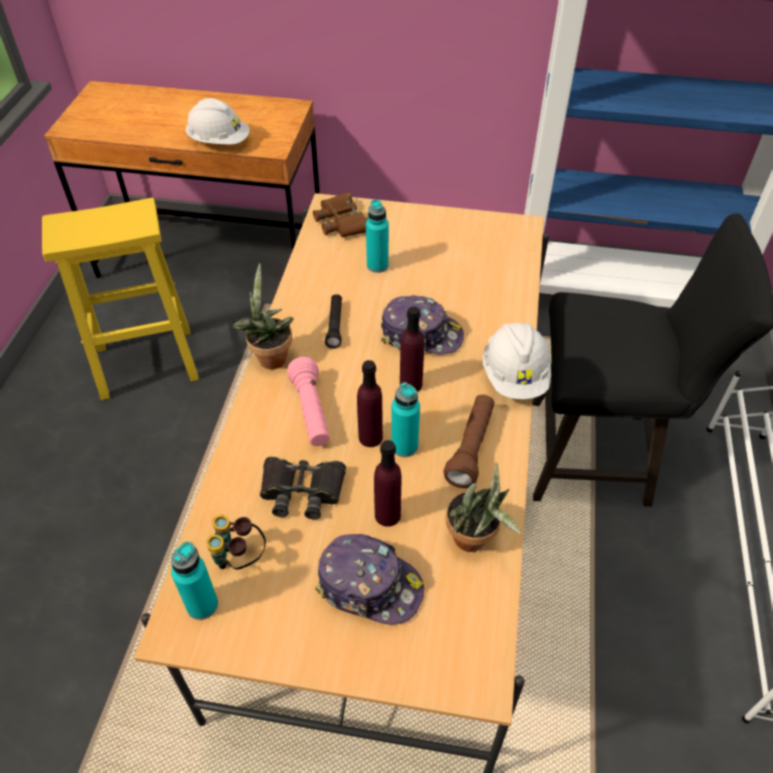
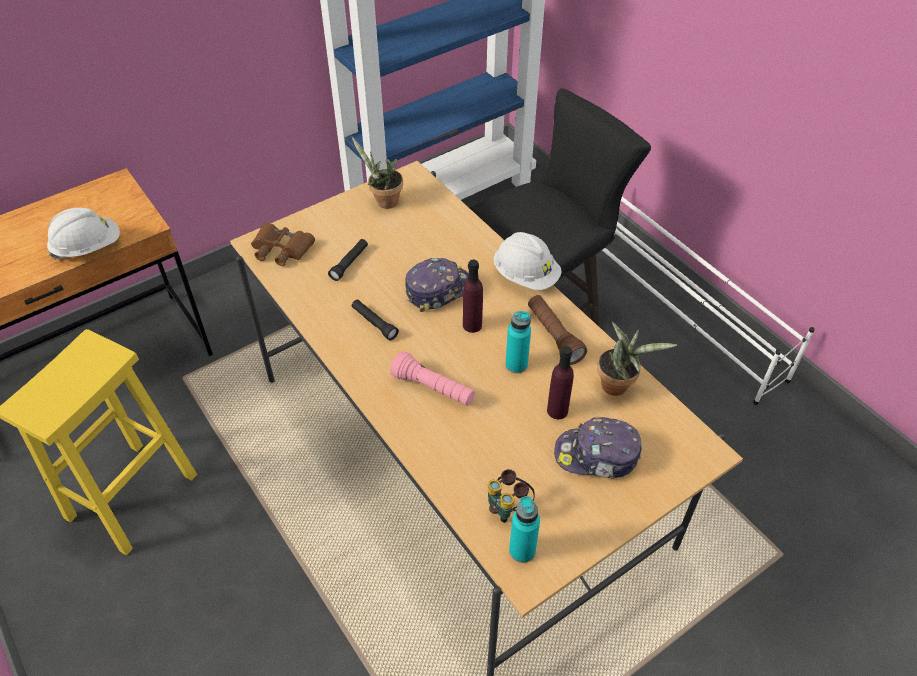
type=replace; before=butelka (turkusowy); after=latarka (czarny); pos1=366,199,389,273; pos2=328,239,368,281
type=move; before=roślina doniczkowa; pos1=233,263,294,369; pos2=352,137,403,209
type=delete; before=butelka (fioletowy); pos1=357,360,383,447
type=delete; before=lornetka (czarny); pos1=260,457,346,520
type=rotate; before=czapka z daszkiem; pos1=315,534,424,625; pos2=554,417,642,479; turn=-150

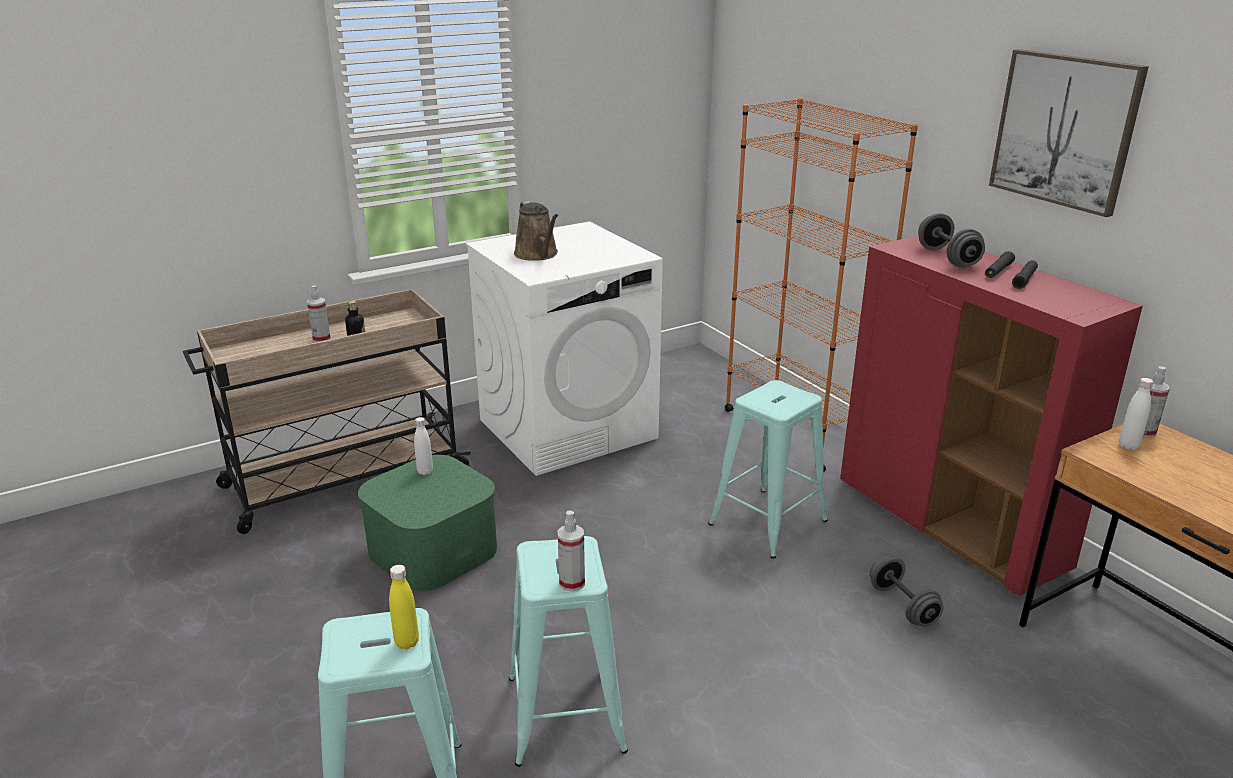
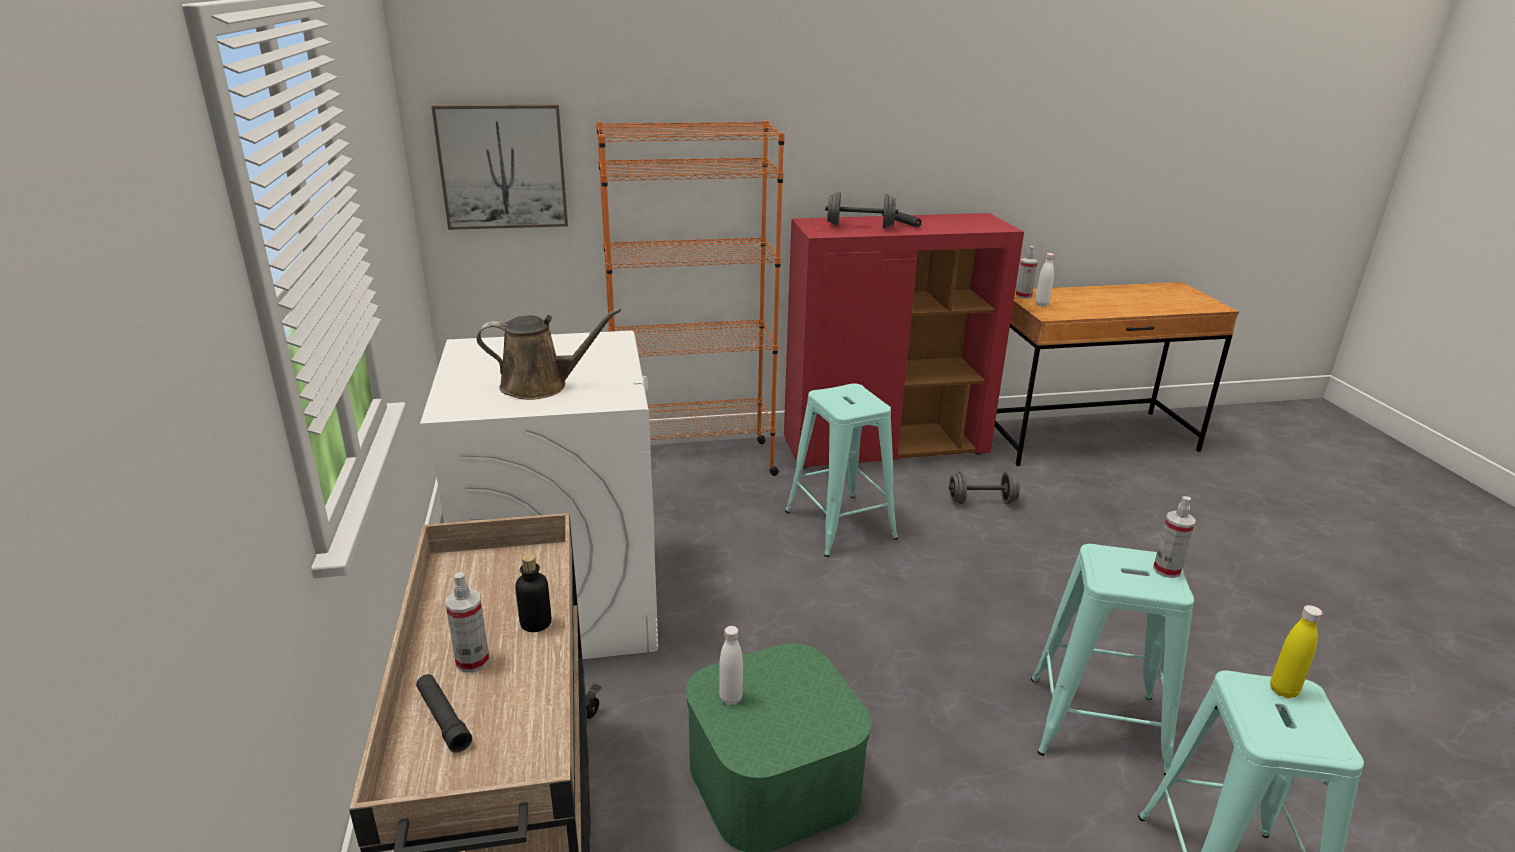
type=move; before=obraz; pos1=989,49,1149,217; pos2=431,104,568,230
type=move; before=latarka (czarny); pos1=1012,260,1038,289; pos2=416,674,472,753

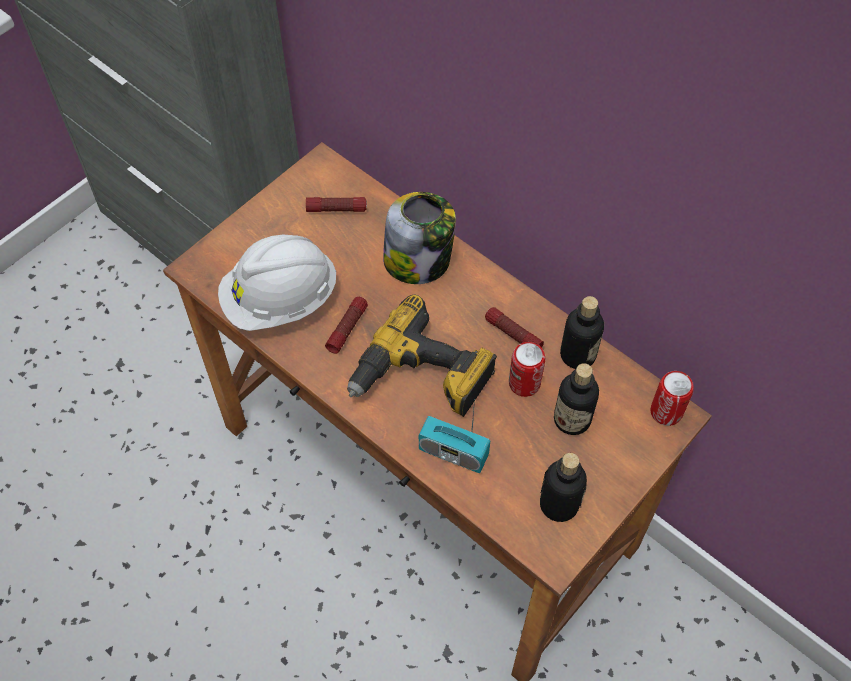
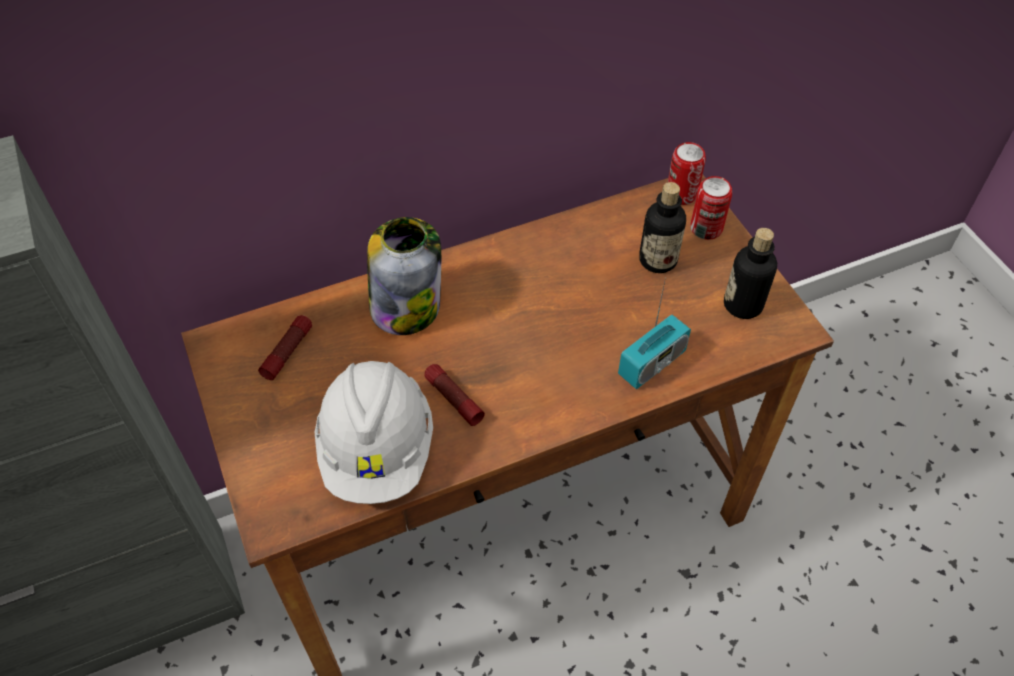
type=delete; before=wiertarka; pos1=347,294,497,417
type=delete; before=butelka; pos1=560,296,604,369
type=delete; before=latarka; pos1=485,307,544,348
type=move; before=puszka; pos1=509,342,545,397; pos2=691,176,732,240

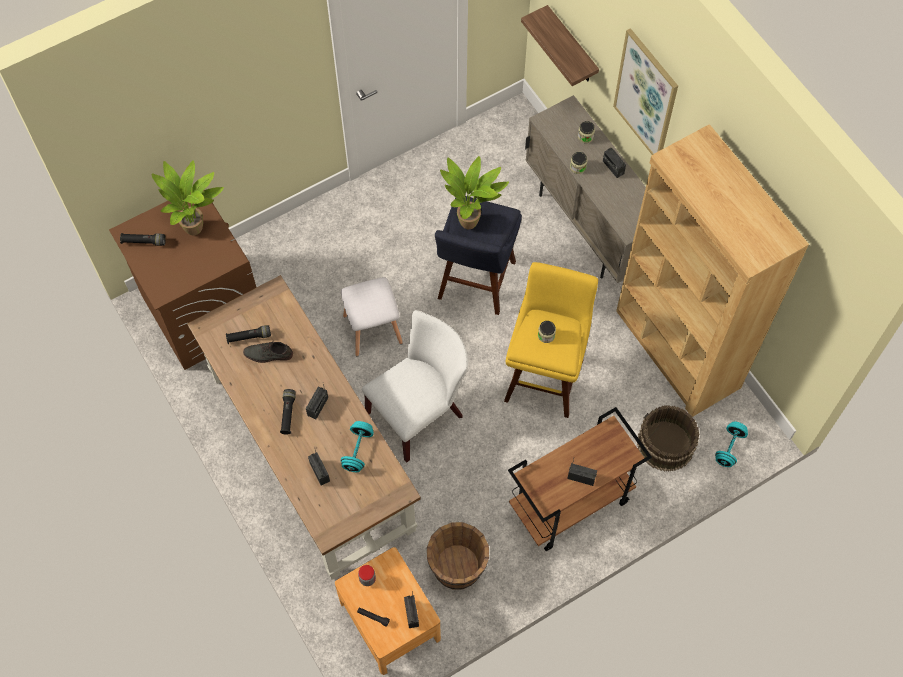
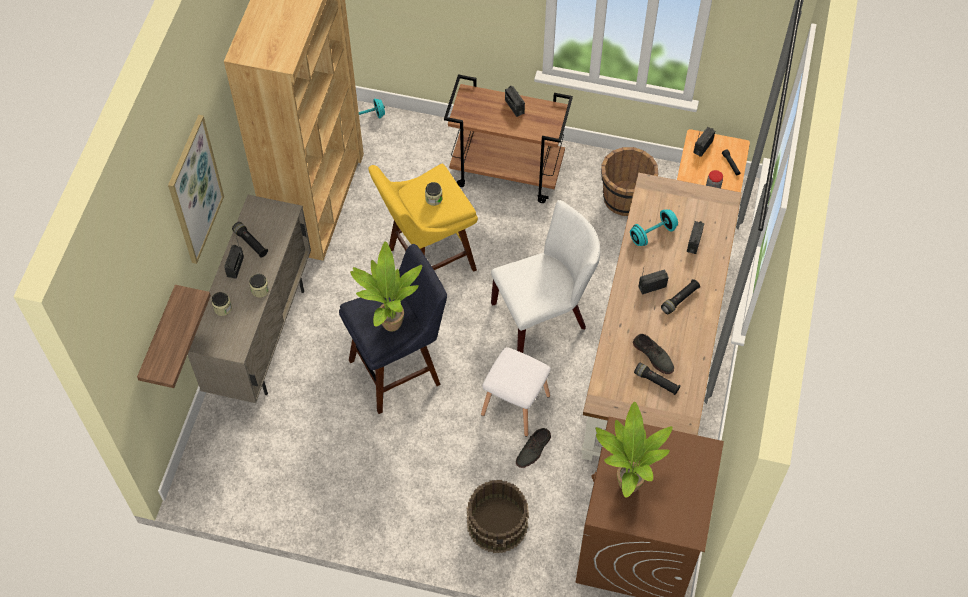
type=move; before=latarka (czarny); pos1=120,233,166,246; pos2=232,222,268,258
type=rotate; before=krzesło (biały); pos1=362,310,468,463; pos2=491,200,600,353; turn=150
type=move; before=wiadro (brązowy); pos1=637,405,699,472; pos2=467,480,529,553
type=insert; after=but (szary); pos2=516,428,551,468

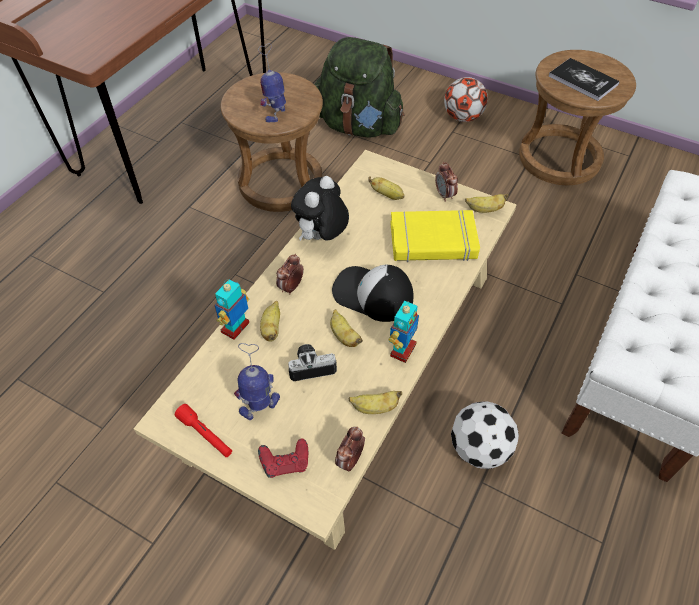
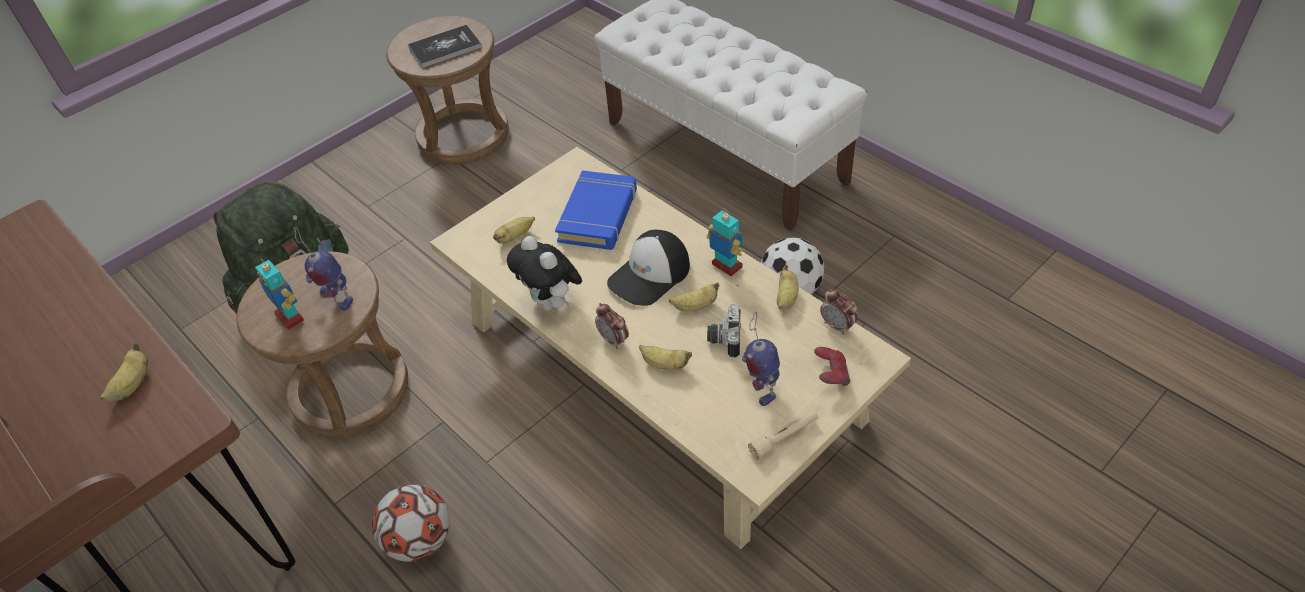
type=move; before=piłka futbolowa; pos1=444,77,488,122; pos2=372,484,450,562
type=delete; before=budzik; pos1=435,162,458,202
type=move; before=banan; pos1=465,194,508,213; pos2=100,343,148,401
type=recolor; before=książka (żółty); after=książka (niebieski); pos1=390,210,480,262; pos2=555,170,637,250
type=move; before=robot zabawkowy; pos1=214,279,249,340; pos2=255,259,304,330
type=recolor; before=latarka (czerwony); after=latarka (beżowy); pos1=175,404,232,457; pos2=748,410,818,460

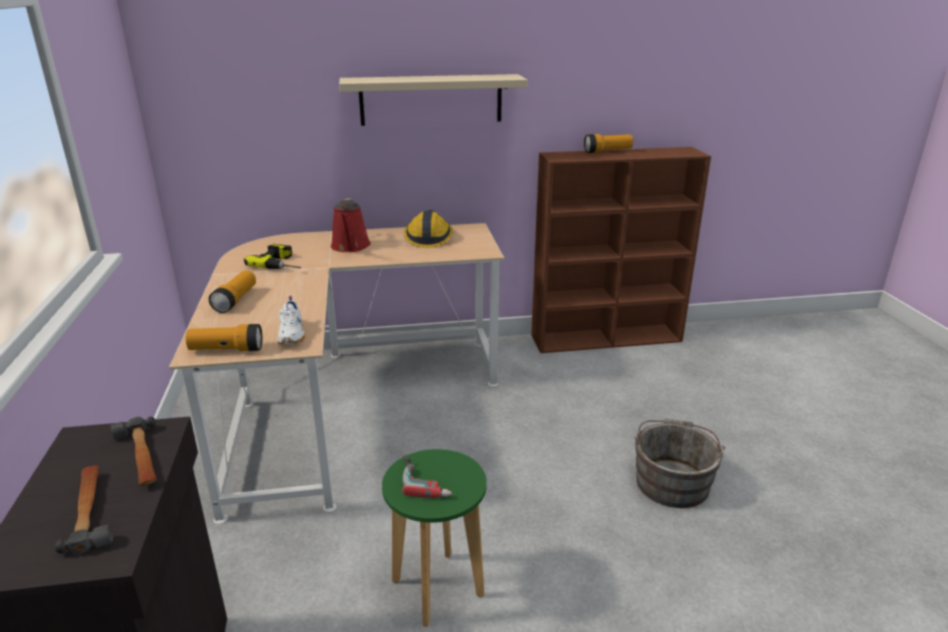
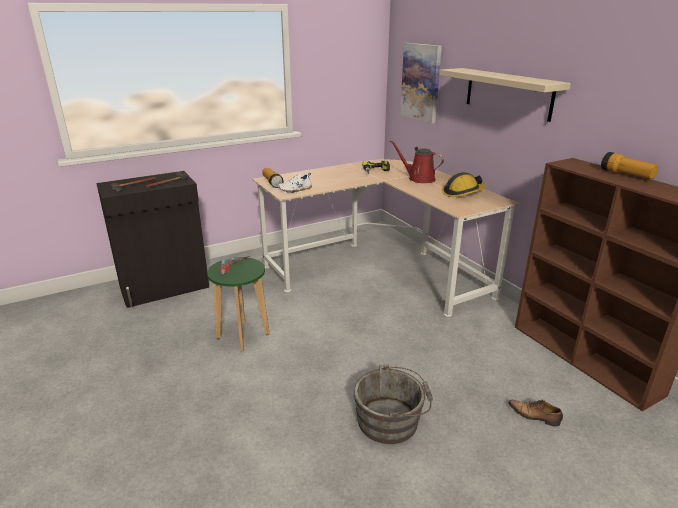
type=rotate; before=konewka (czerwony); pos1=331,198,371,252; pos2=390,140,444,183; turn=60
type=delete; before=latarka; pos1=209,271,256,313
type=insert; after=obraz; pos2=400,43,442,124
type=insert; after=but; pos2=508,400,563,427

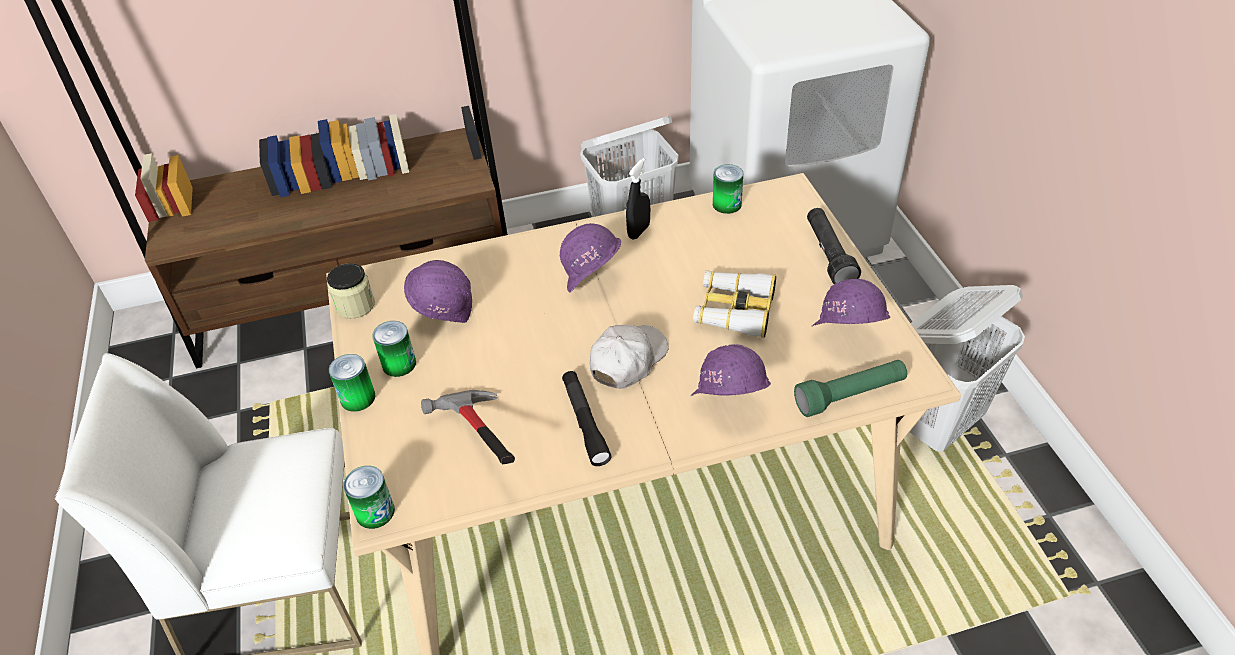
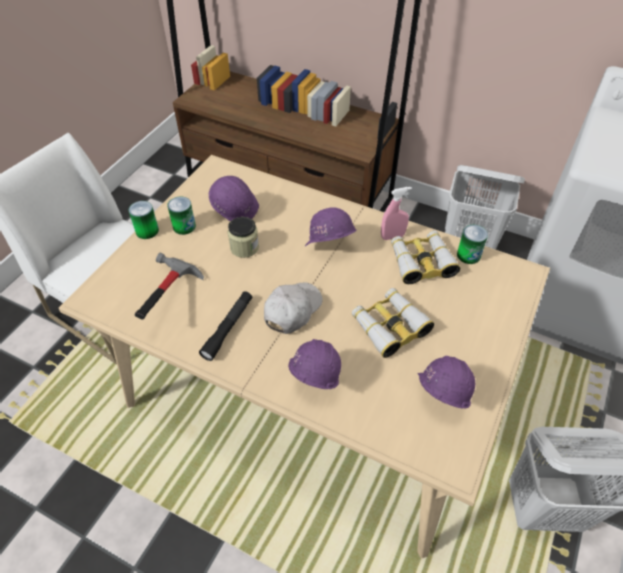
type=recolor; before=spryskiwacz (czarny); after=spryskiwacz (różowy); pos1=626,158,650,240; pos2=381,187,411,240
type=delete; before=latarka (czarny); pos1=807,208,861,284
type=move; before=słoik; pos1=327,263,375,319; pos2=228,217,259,258
type=rotate; before=czapka z daszkiem (biały); pos1=590,325,669,389; pos2=264,282,323,334; turn=-45
type=delete; before=latarka (zielony); pos1=794,360,907,417
type=delete; before=puszka; pos1=343,466,395,529
type=insert; after=lornetka; pos2=391,230,460,284

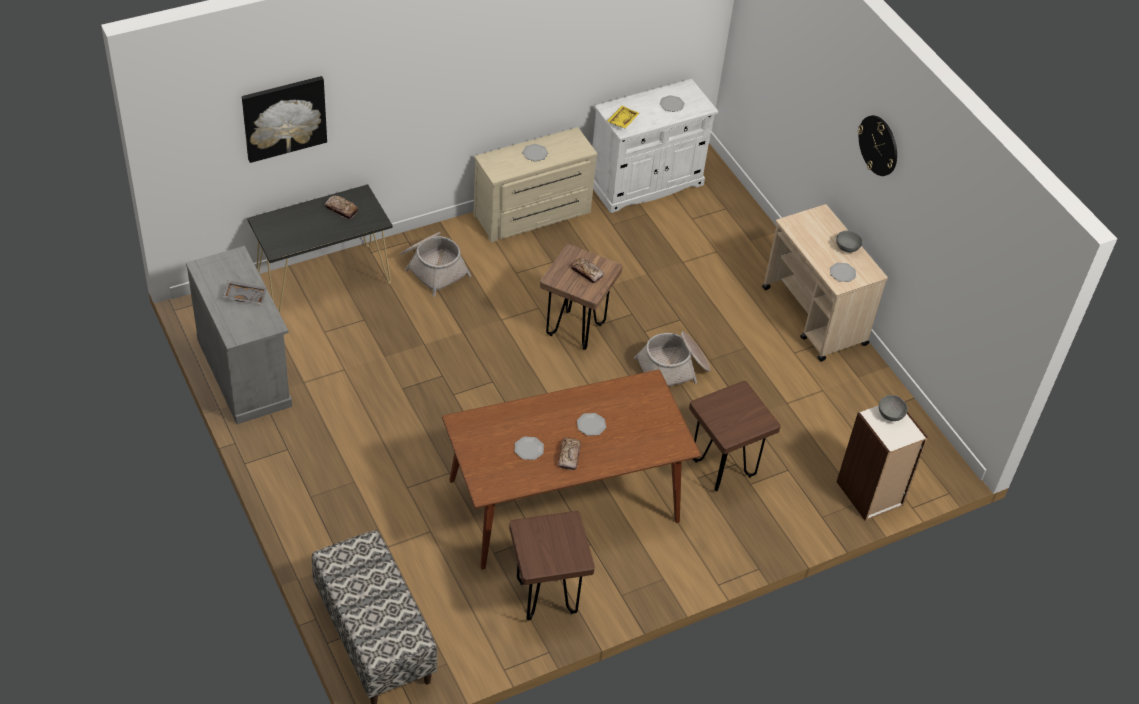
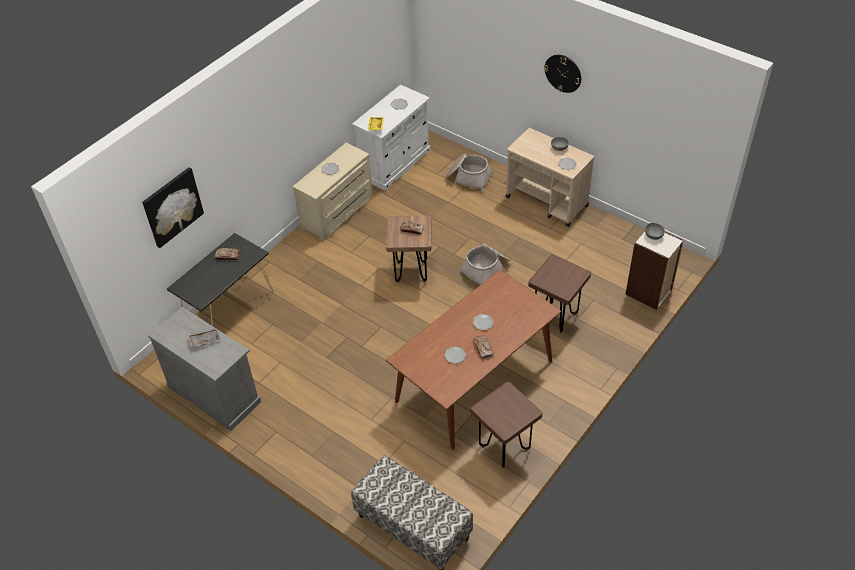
type=move; before=koszyk; pos1=400,232,471,297; pos2=445,154,494,193

